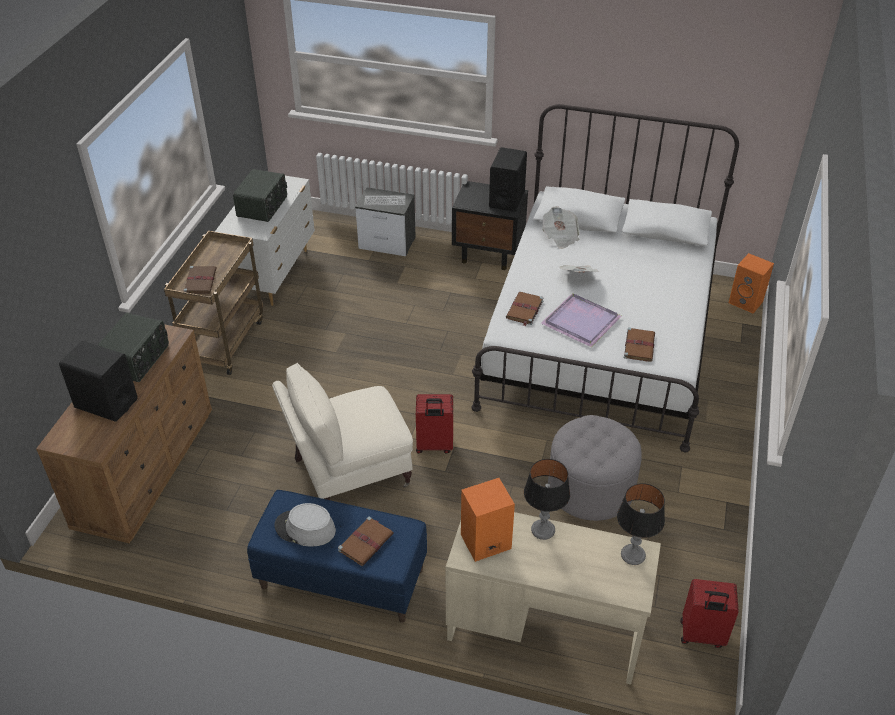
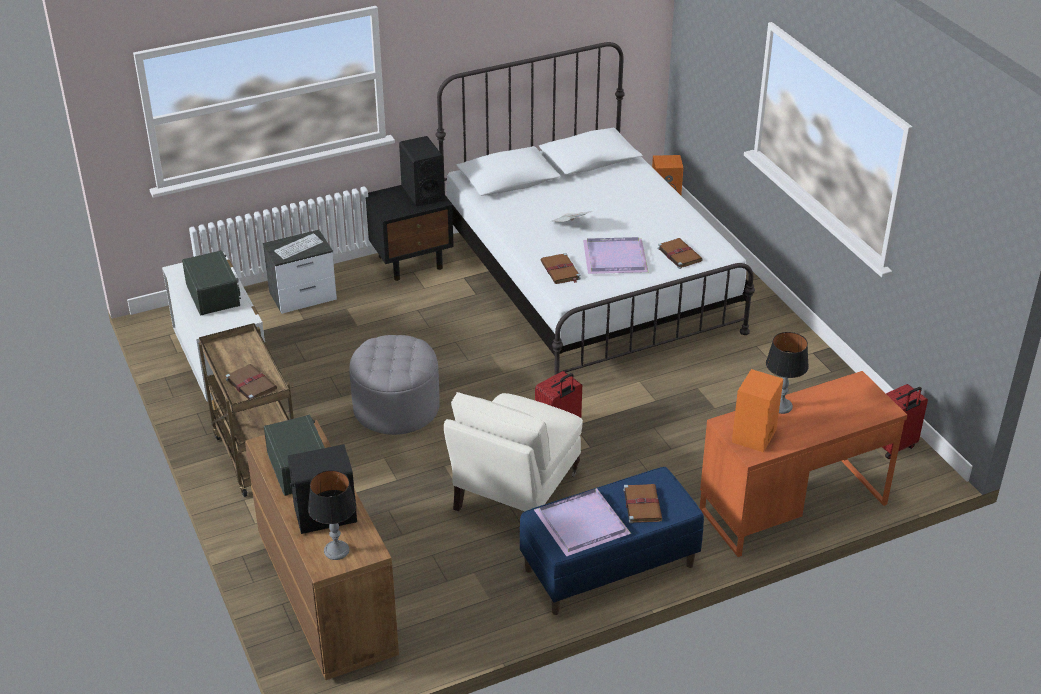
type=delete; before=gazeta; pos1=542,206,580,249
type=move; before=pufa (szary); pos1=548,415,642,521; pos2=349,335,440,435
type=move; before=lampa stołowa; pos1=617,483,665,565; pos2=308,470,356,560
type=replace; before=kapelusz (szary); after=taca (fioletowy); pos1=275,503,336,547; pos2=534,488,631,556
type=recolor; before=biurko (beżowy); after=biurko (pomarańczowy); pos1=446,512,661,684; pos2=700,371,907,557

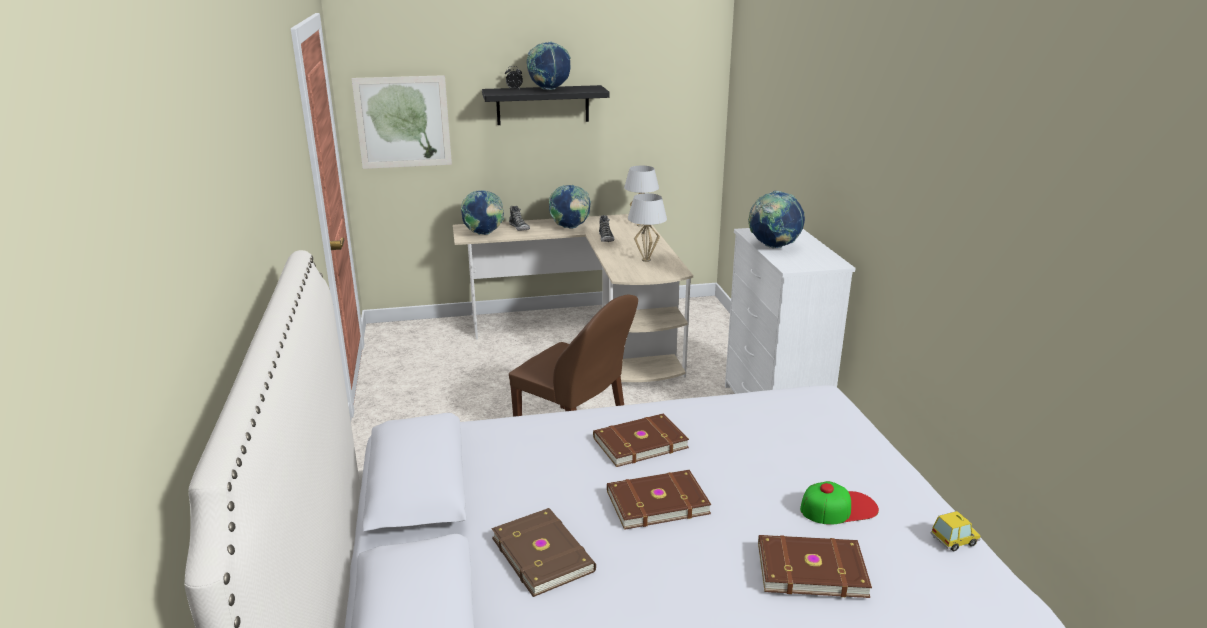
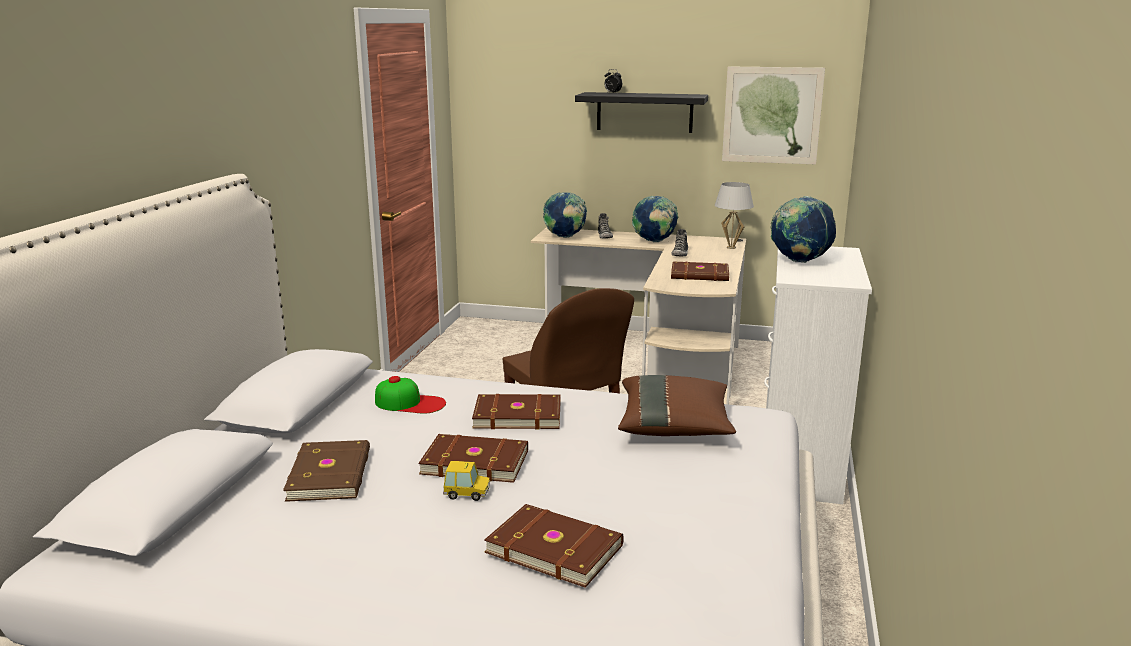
type=delete; before=globus; pos1=526,41,571,90
type=move; before=obraz; pos1=352,75,452,169; pos2=722,66,825,164
type=replace; before=lampa stołowa (biały); after=książka (brązowy); pos1=628,193,667,262; pos2=671,262,729,281
type=move; before=czapka z daszkiem; pos1=800,481,879,525; pos2=375,376,446,413
type=move; before=samochodzik; pos1=930,511,981,551; pos2=443,461,490,501
type=insert; after=poduszka (brązowy); pos2=618,375,736,436

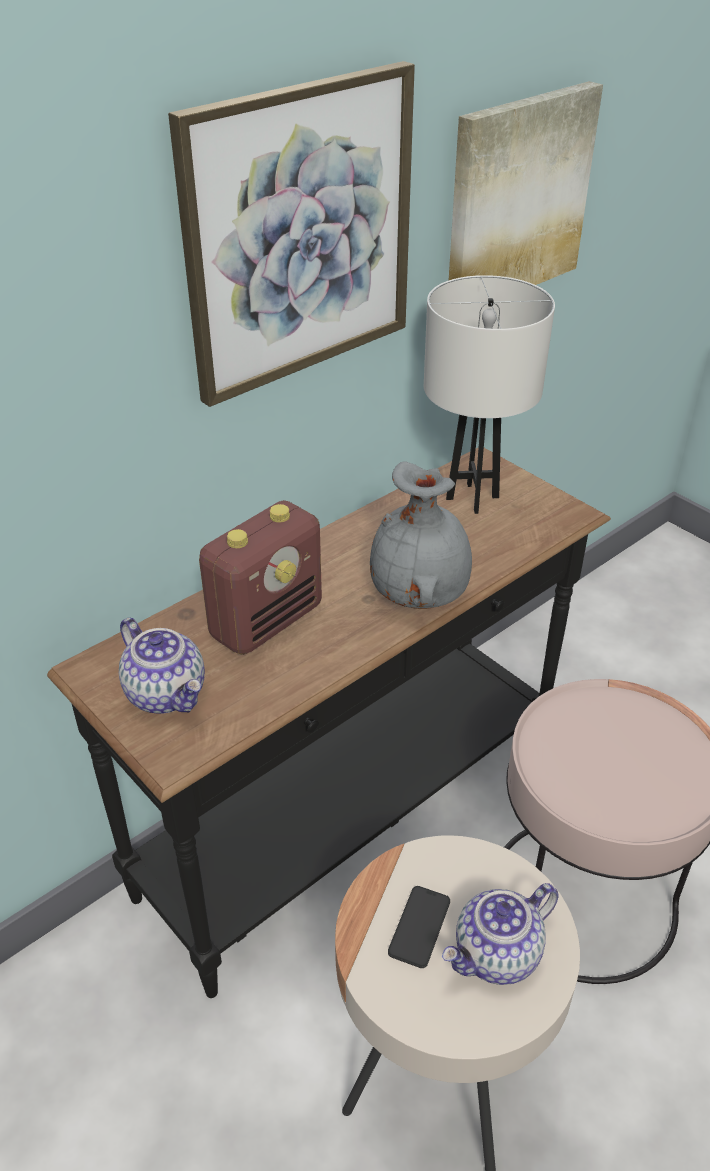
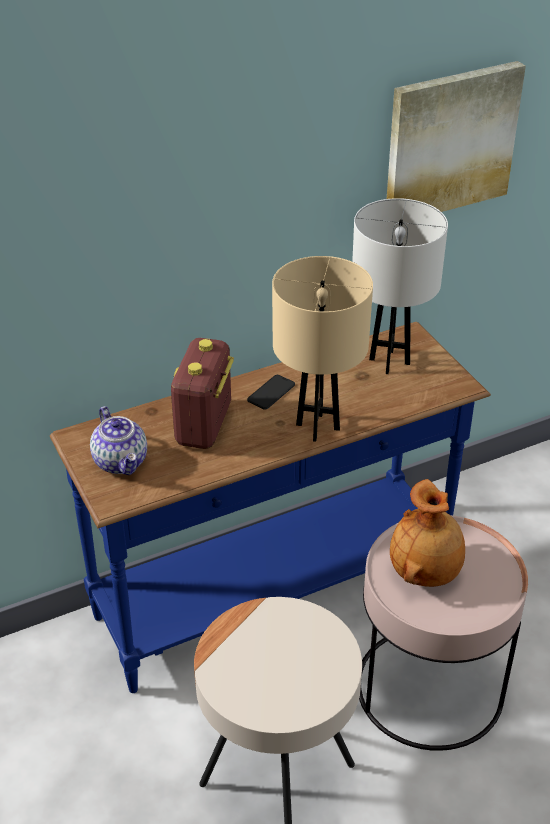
type=delete; before=obraz; pos1=168,61,415,407
type=recolor; before=stolik konsolowy (czarny); after=stolik konsolowy (niebieski); pos1=47,447,611,998; pos2=50,322,491,693
type=replace; before=wazon (szary); after=lampa stołowa (beżowy); pos1=370,461,472,609; pos2=272,256,373,442
type=rotate; before=radio; pos1=199,500,322,655; pos2=171,338,234,449; turn=135
type=delete; before=imbryk; pos1=442,883,559,985
type=move; before=telefon; pos1=388,886,450,968; pos2=247,375,295,410
type=insert; after=wazon (brązowy); pos2=390,479,465,587

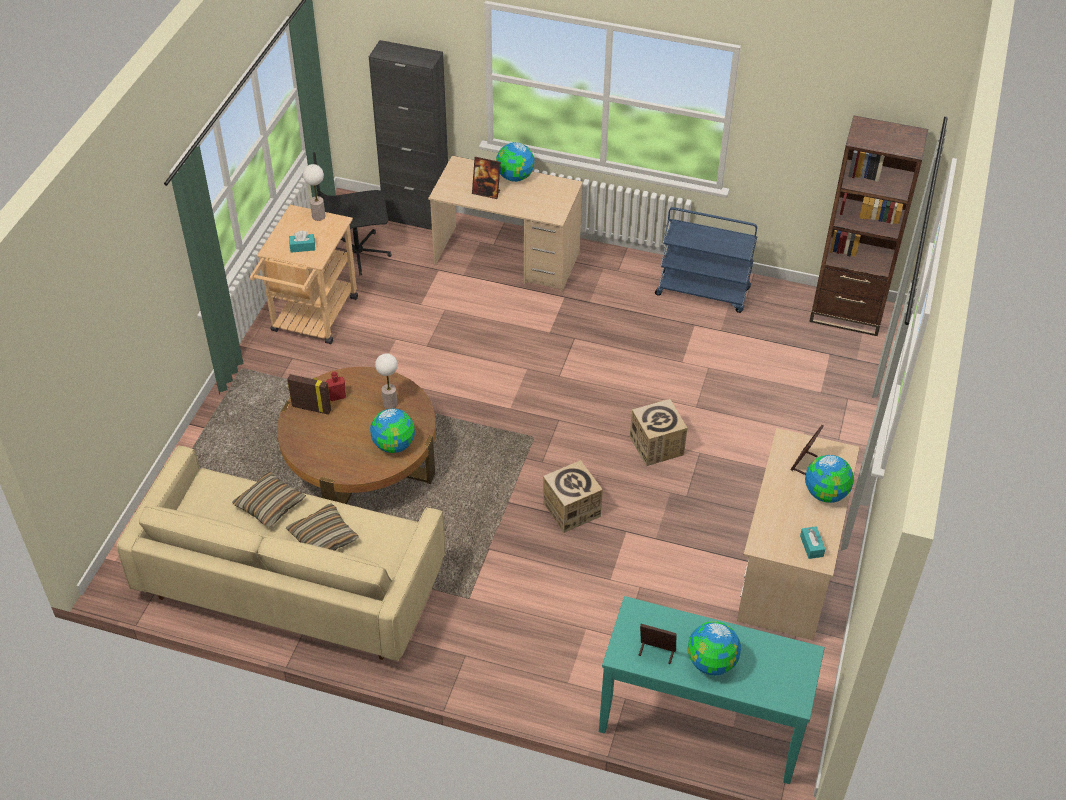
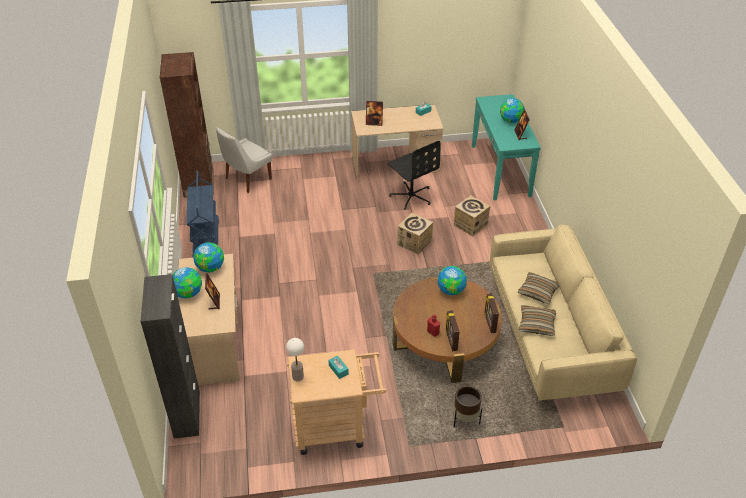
type=move; before=krzesło biurowe (czarny); pos1=313,152,392,275; pos2=388,141,440,210
type=delete; before=lampa stołowa; pos1=375,353,398,409
type=move; before=karton; pos1=630,399,687,466; pos2=454,195,490,237
type=move; before=globus; pos1=805,455,854,503; pos2=193,242,224,272
type=insert; after=krzesło (biały); pos2=216,127,272,193
type=insert; after=ramka na zdjęcie; pos2=484,293,499,333
type=insert; after=donica (brązowy); pos2=454,386,482,427

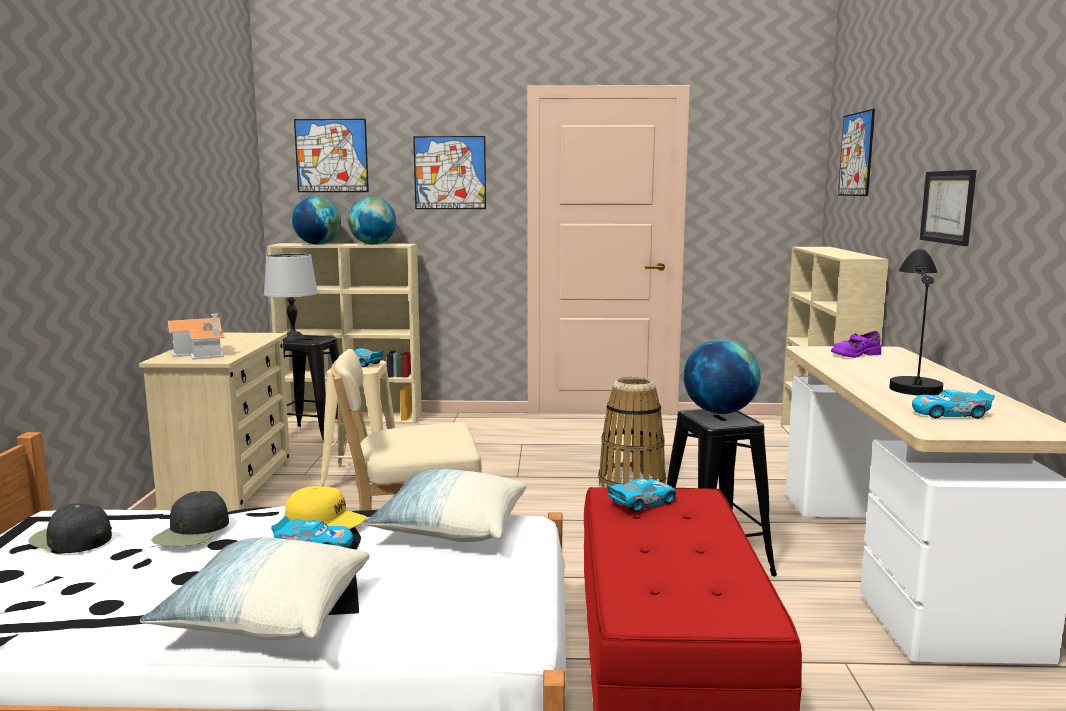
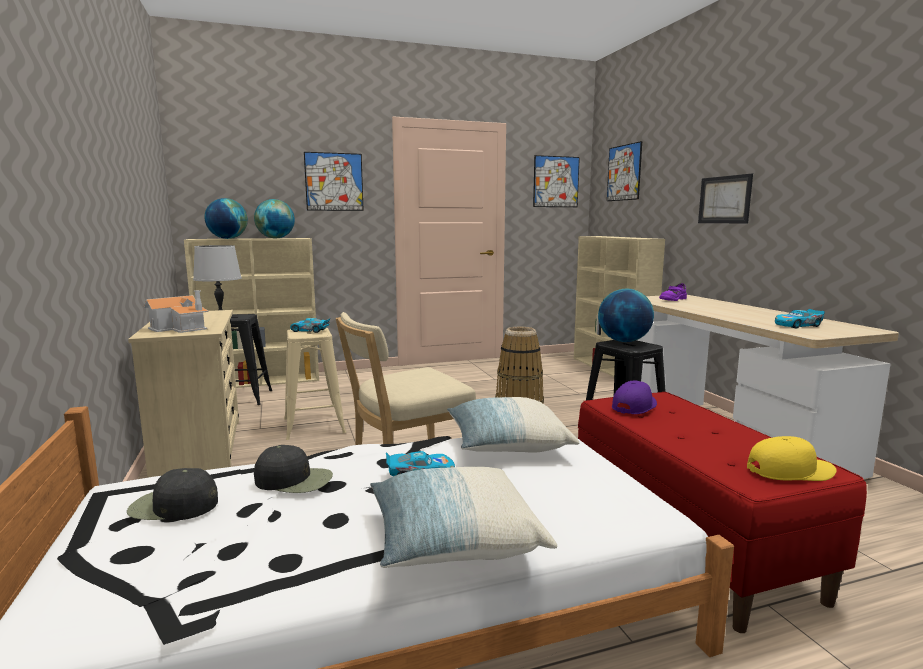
type=move; before=obraz; pos1=294,119,369,192; pos2=533,155,580,207
type=delete; before=lampa stołowa (czarny); pos1=889,249,943,396
type=replace; before=samochodzik; after=czapka z daszkiem (fioletowy); pos1=606,478,676,513; pos2=612,381,657,414
type=move; before=czapka z daszkiem (żółty); pos1=285,486,367,529; pos2=747,436,837,481
type=rotate; before=czapka z daszkiem (czarny); pos1=151,491,229,547; pos2=254,445,333,493; turn=-75

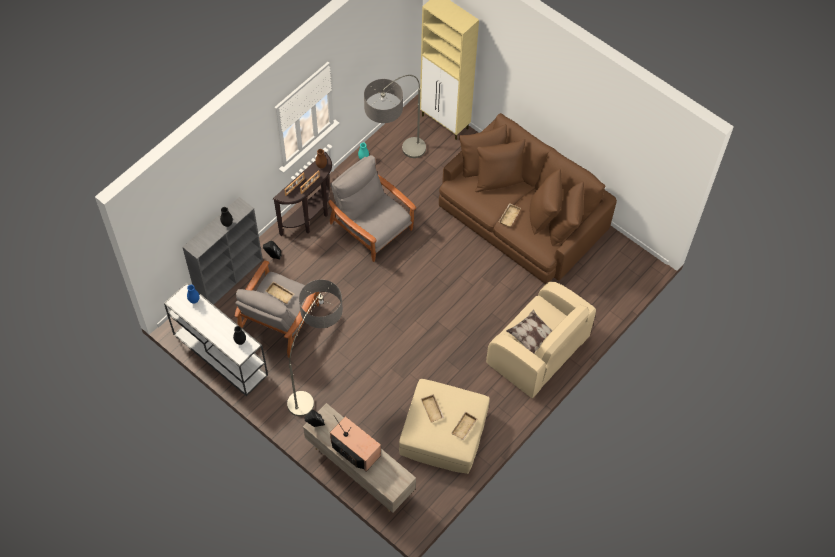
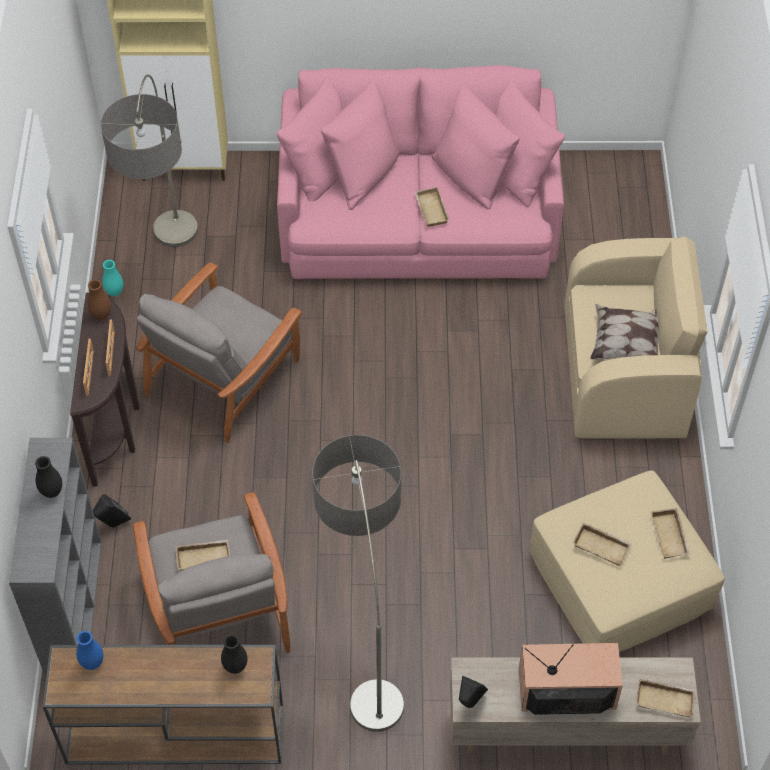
type=recolor; before=kanapa (brązowy); after=kanapa (różowy); pos1=439,113,617,284; pos2=276,65,565,279
type=rotate; before=fotel (szary); pos1=328,155,416,262; pos2=136,262,302,443; turn=-60
type=recolor; before=stolik konsolowy (biały); after=stolik konsolowy (brązowy); pos1=164,283,268,396; pos2=43,645,283,765
type=insert; after=taca (beżowy); pos2=636,678,696,717

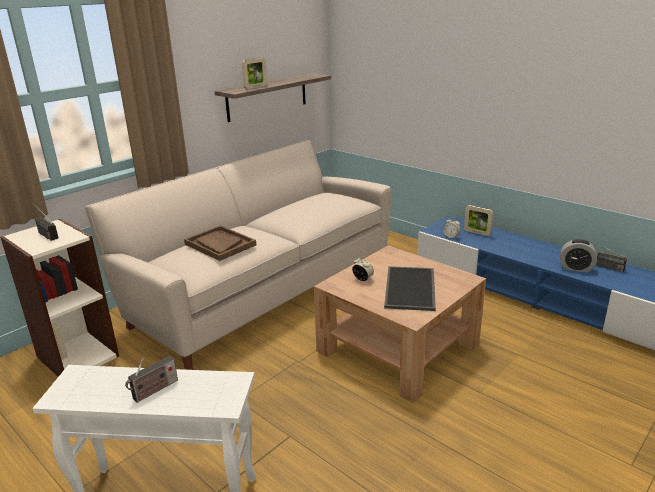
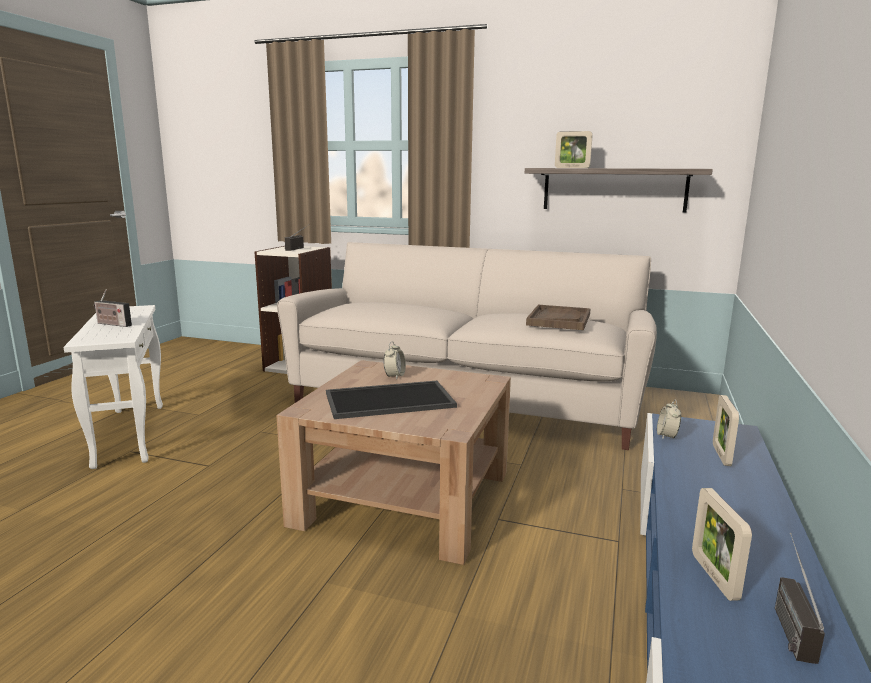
type=move; before=taca (brązowy); pos1=184,225,256,261; pos2=526,305,591,330
type=replace; before=budzik; after=ramka na zdjęcie; pos1=560,239,597,272; pos2=692,488,752,601

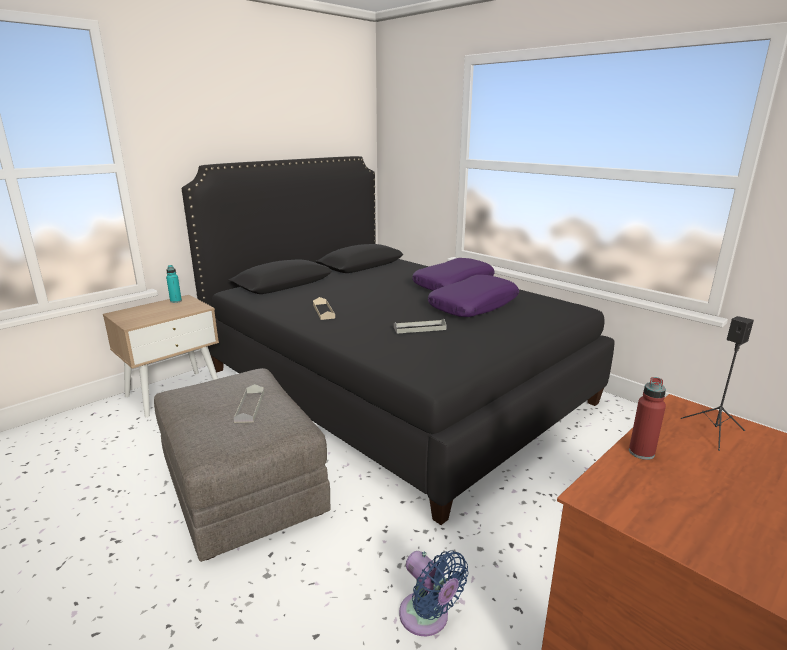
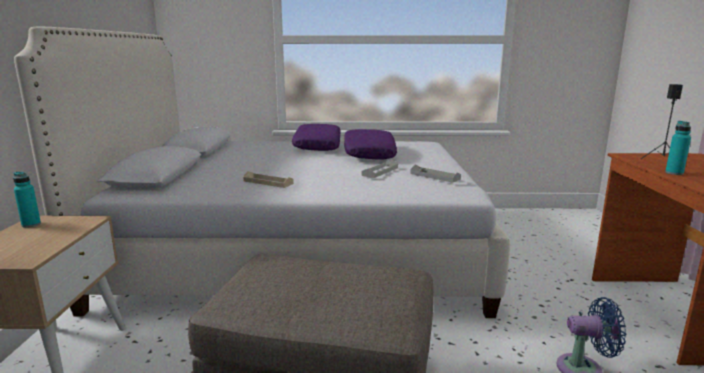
type=recolor; before=łóżko (czarny); after=łóżko (biały); pos1=182,156,614,525; pos2=14,26,510,318
type=recolor; before=butelka (czerwony); after=butelka (turkusowy); pos1=629,377,666,460; pos2=665,121,691,175
type=move; before=taca (szary); pos1=234,384,264,423; pos2=410,164,461,183

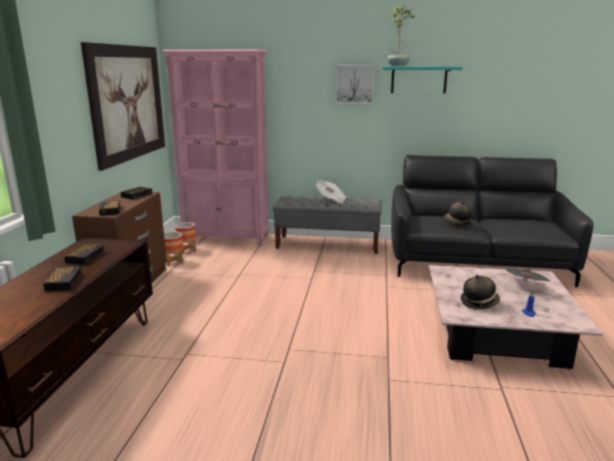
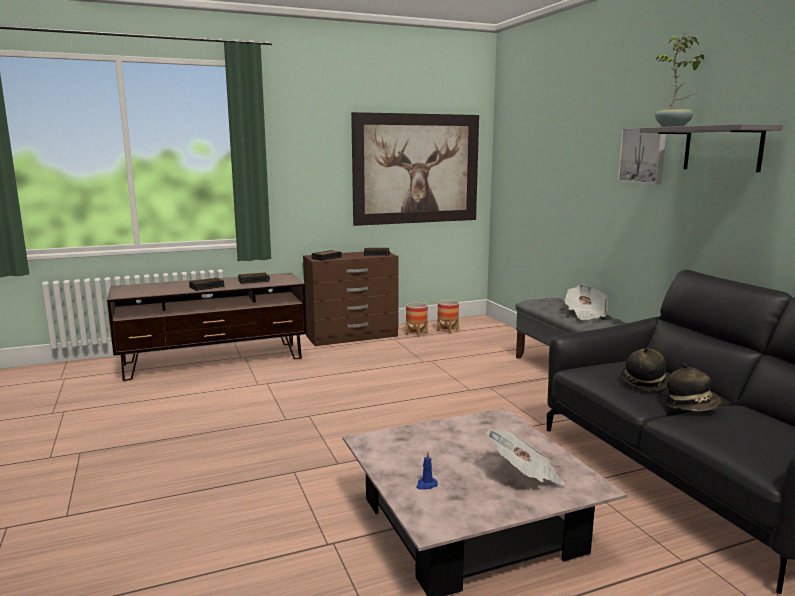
type=delete; before=regał (różowy); pos1=162,49,269,245
type=recolor; before=półka (turkusowy); after=półka (szary); pos1=383,67,463,93; pos2=640,124,783,172
type=move; before=kapelusz; pos1=461,275,500,310; pos2=665,363,721,411

